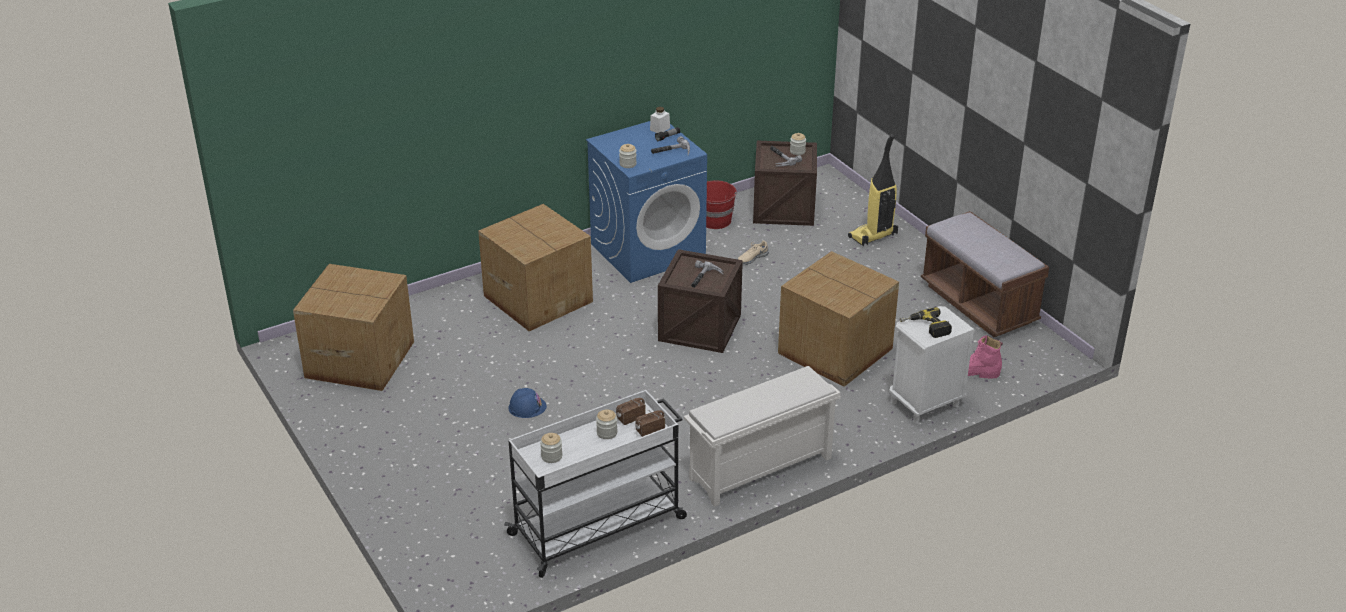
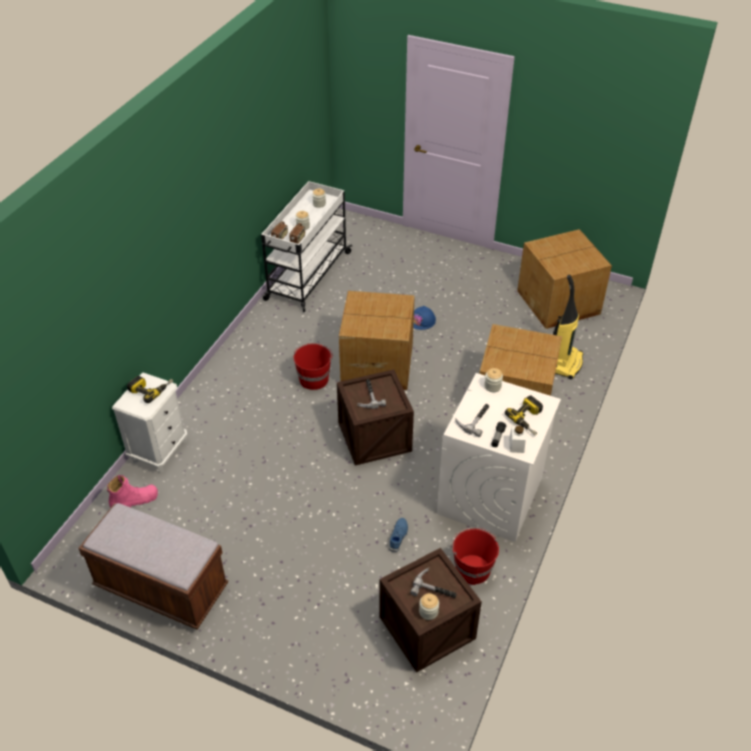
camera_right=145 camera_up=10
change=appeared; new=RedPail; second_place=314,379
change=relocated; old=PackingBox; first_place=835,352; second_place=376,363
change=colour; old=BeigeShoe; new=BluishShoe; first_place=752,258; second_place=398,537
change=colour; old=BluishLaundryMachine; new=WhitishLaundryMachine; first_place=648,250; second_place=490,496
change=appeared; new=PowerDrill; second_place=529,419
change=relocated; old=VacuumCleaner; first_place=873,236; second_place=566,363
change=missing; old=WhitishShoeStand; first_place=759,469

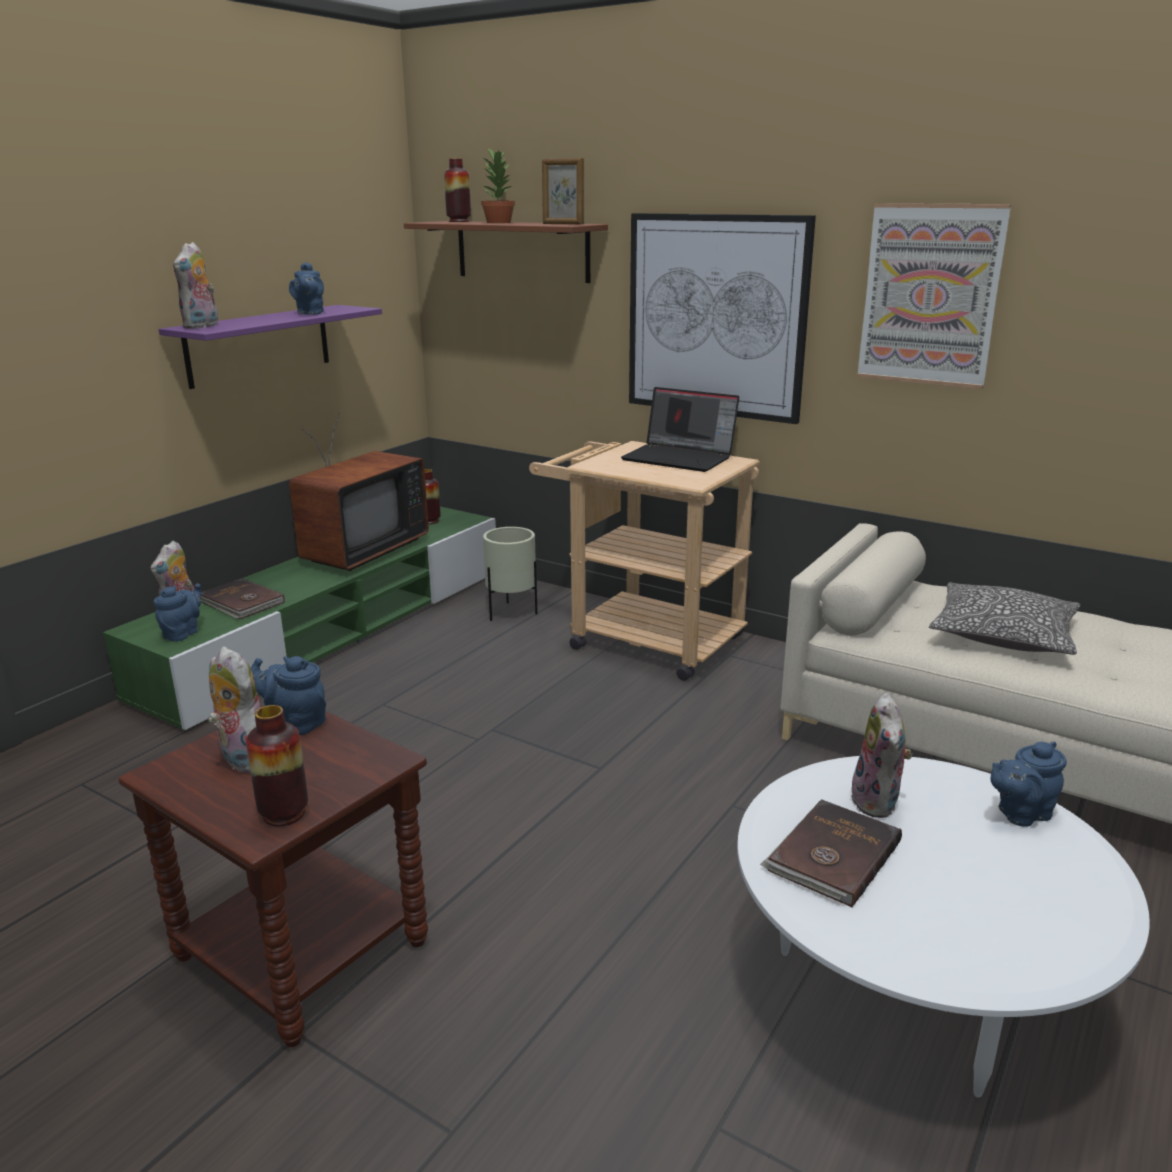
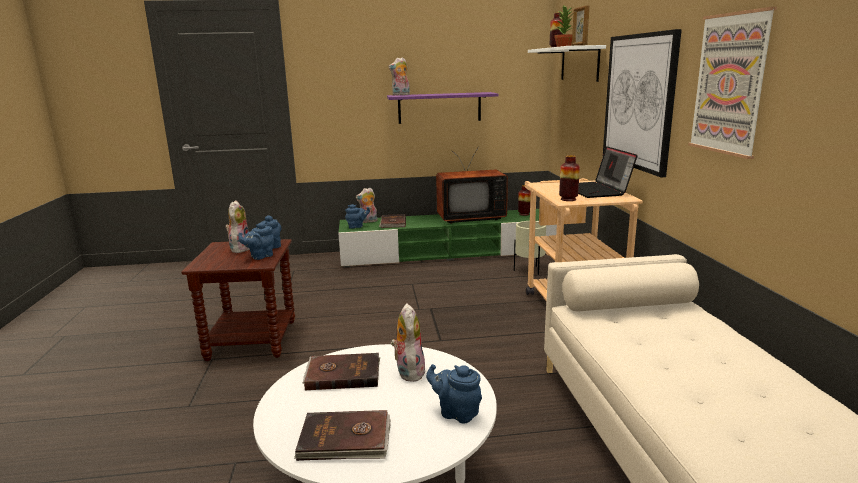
camera_right=50 camera_up=-5
change=relocated; old=BluishPotForTea; first_place=310,313; second_place=260,256
change=appeared; new=BrownishBoundBook; second_place=345,440
change=spun; old=SoftToy; first_place=878,803; second_place=408,371; degrees=120
change=colour; old=BrownishBracketShelf; new=WhitishBracketShelf; first_place=522,251; second_place=579,64
change=relocated; old=DecorativeVase; first_place=284,814; second_place=568,199
change=missing; old=Cushion; first_place=1003,635

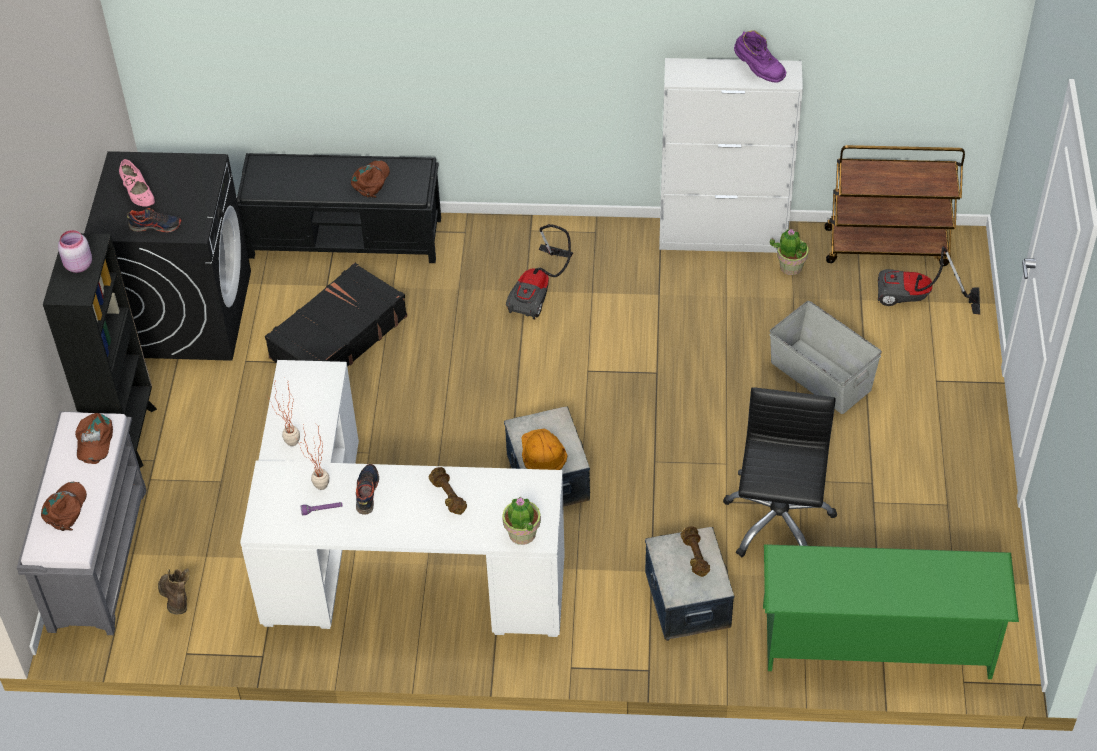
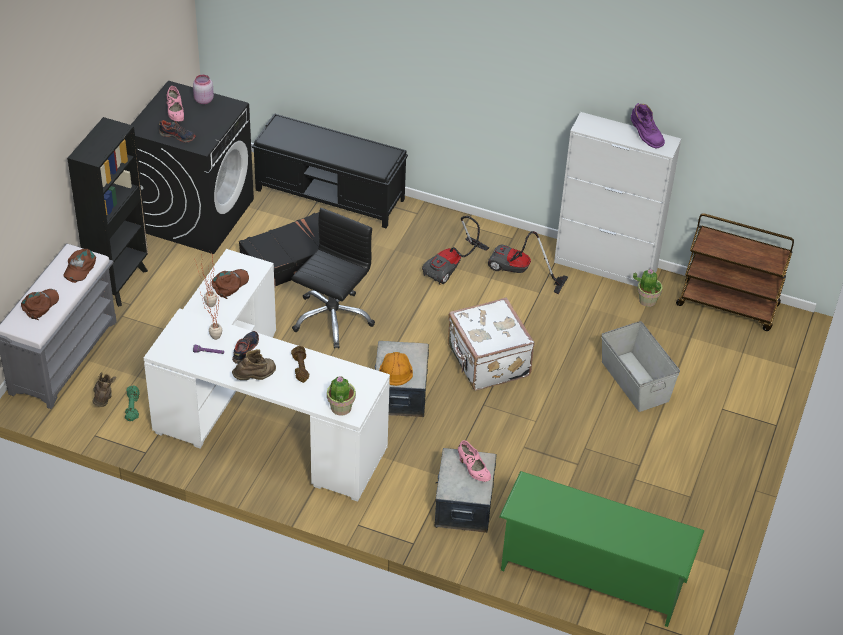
camera_right=15 camera_up=-5
change=appeared; new=GreenColouredFreeWeight; second_place=133,408
change=relocated; old=PinkJar; first_place=77,265; second_place=203,100
change=relocated; old=BrownishPeakedCap; first_place=371,180; second_place=230,284
change=appeared; new=BrownishBoot; second_place=255,378
change=relocated; old=BlackishDeskChair; first_place=777,521; second_place=332,318
change=appeared; new=WhitishPieceOfLuggage; second_place=487,362
change=exchanged; old=BrownishFreeWeight; new=PinkShoe; first_place=694,556; second_place=473,470
change=relocated; old=VacuumCleaner; first_place=918,300; second_place=519,273

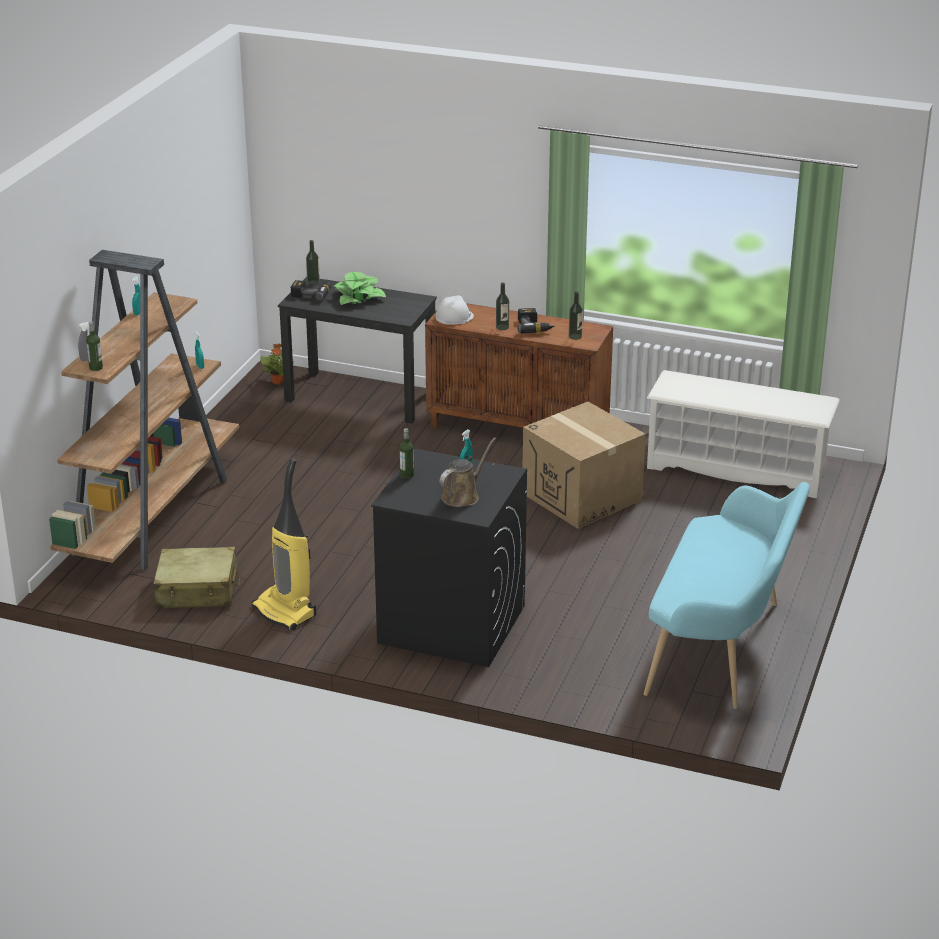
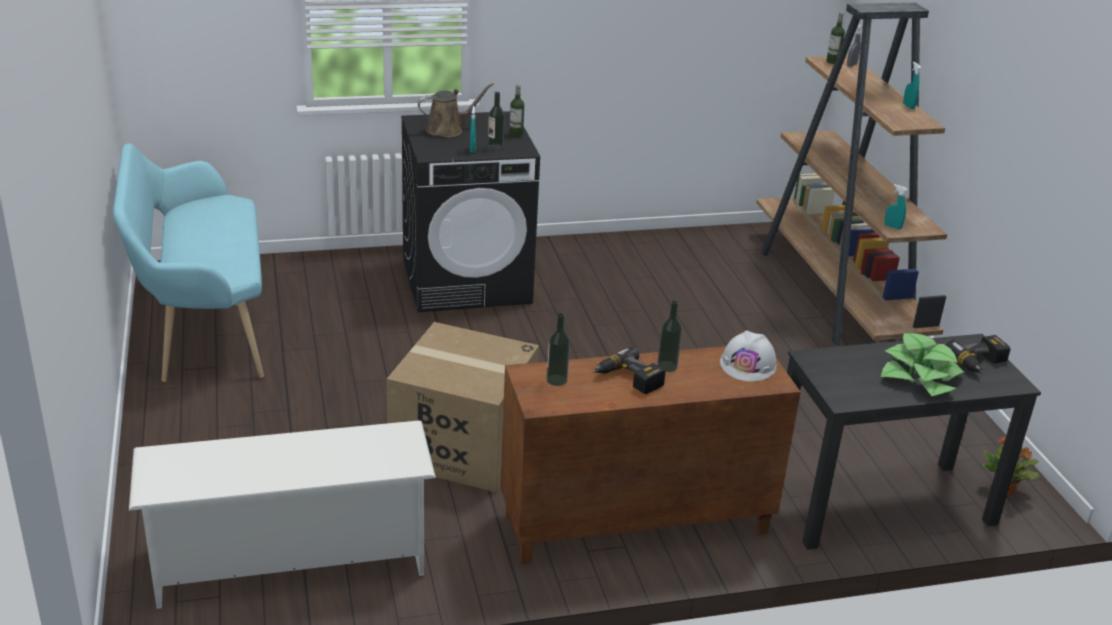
camera_right=145 camera_up=0
change=spun; old=BrownishWateringPot; first_place=463,496; second_place=448,130; degrees=-120
change=relocated; old=DrinkBottle; first_place=313,283; second_place=495,147
change=missing; old=BeigePieceOfLuggage; first_place=198,591
change=missing; old=VacuumCleaner; first_place=285,611

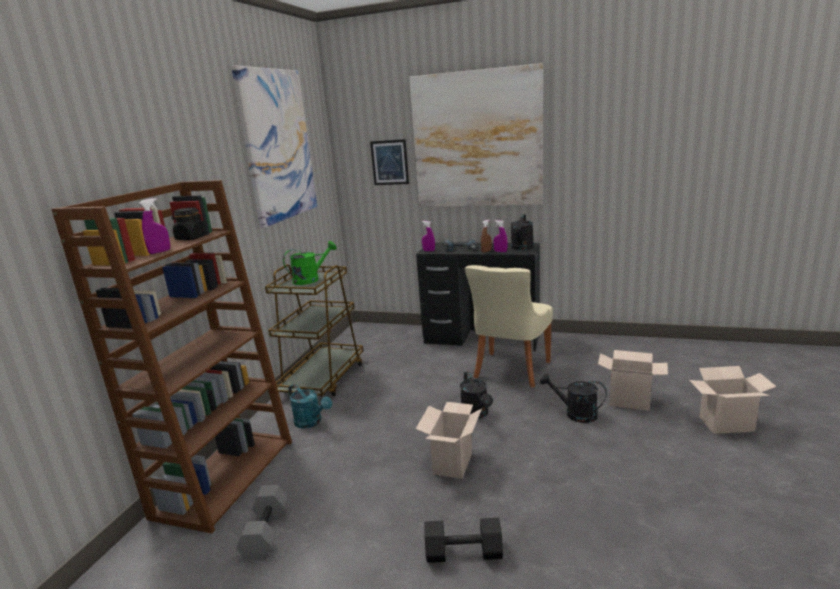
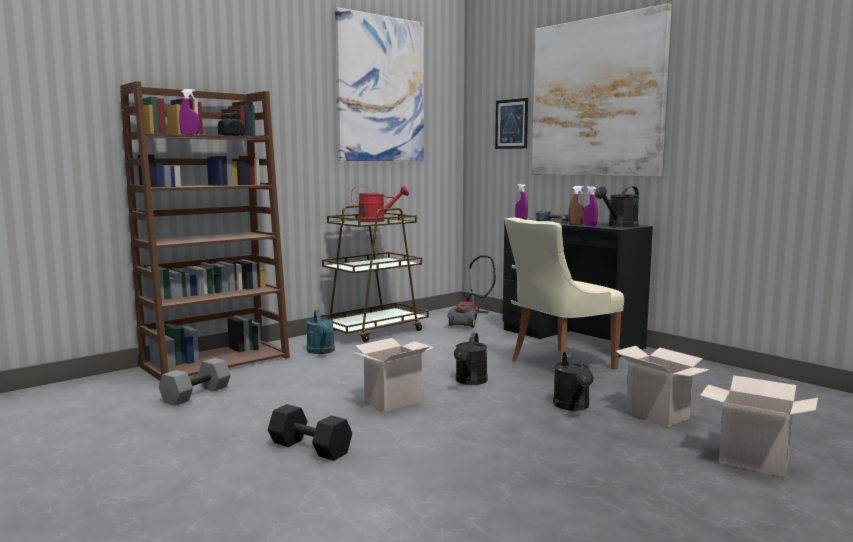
camera_right=30 camera_up=-10
change=colour; old=GreenColouredWateringPot; new=RedWateringPot; first_place=311,279; second_place=377,221
change=appeared; new=VacuumCleaner; second_place=470,321
change=spun; old=BlackishWateringPot; first_place=575,414; second_place=573,406; degrees=-150

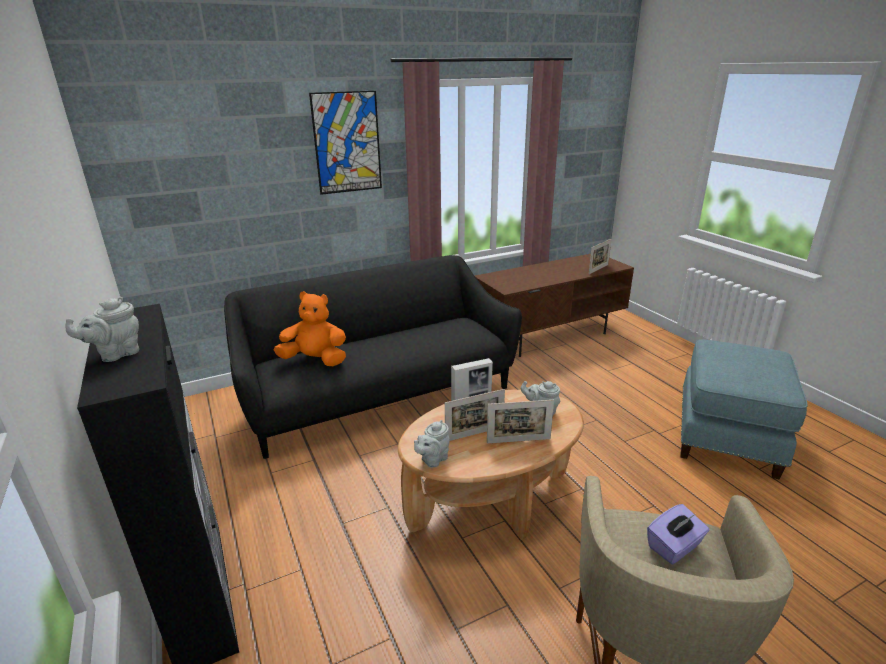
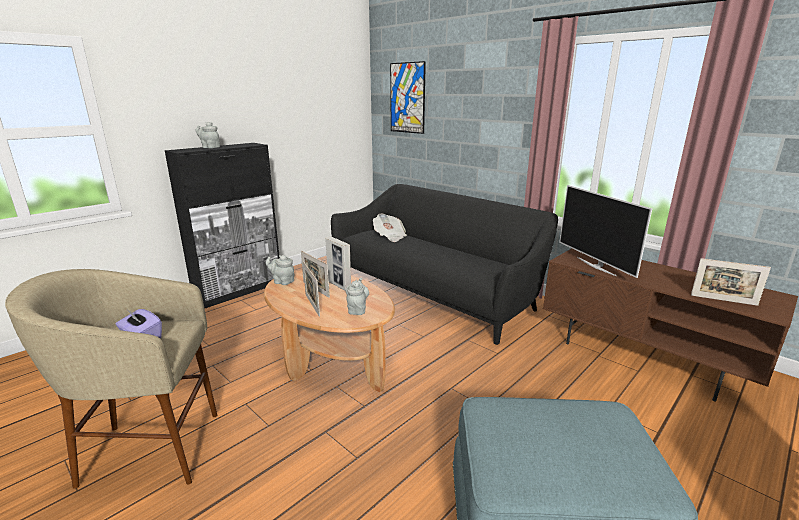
camera_right=70 camera_up=-5
change=exchanged; old=OrangeSoftToy; new=PrintedPaper; first_place=315,360; second_place=389,236
change=relocated; old=WallPicture; first_place=347,143; second_place=407,98
change=appeared; new=Tv; second_place=596,266

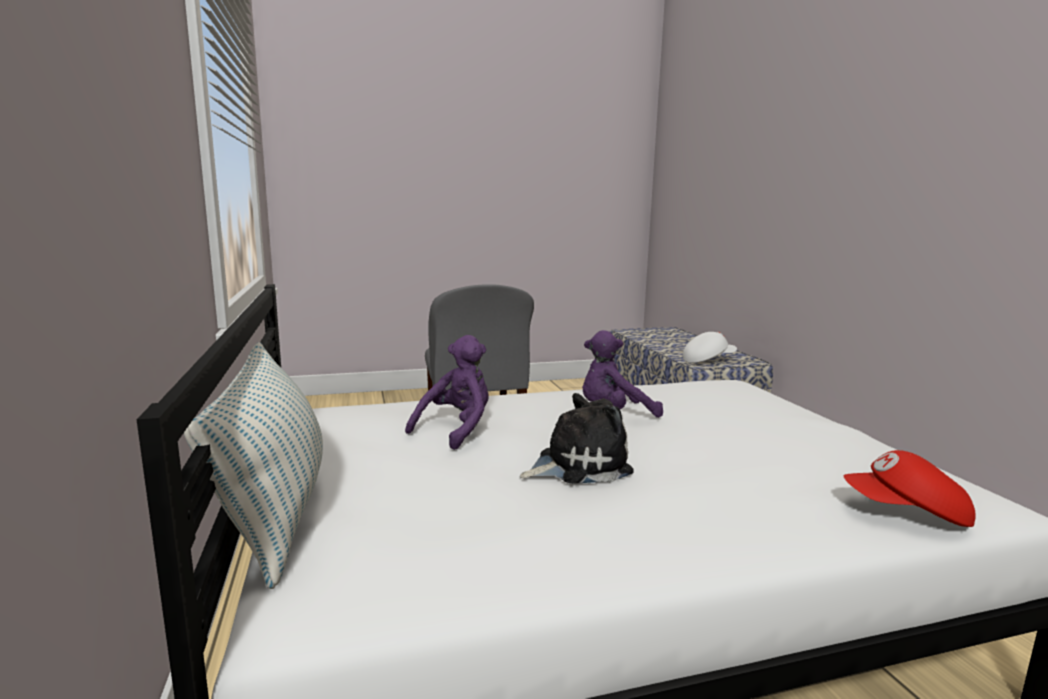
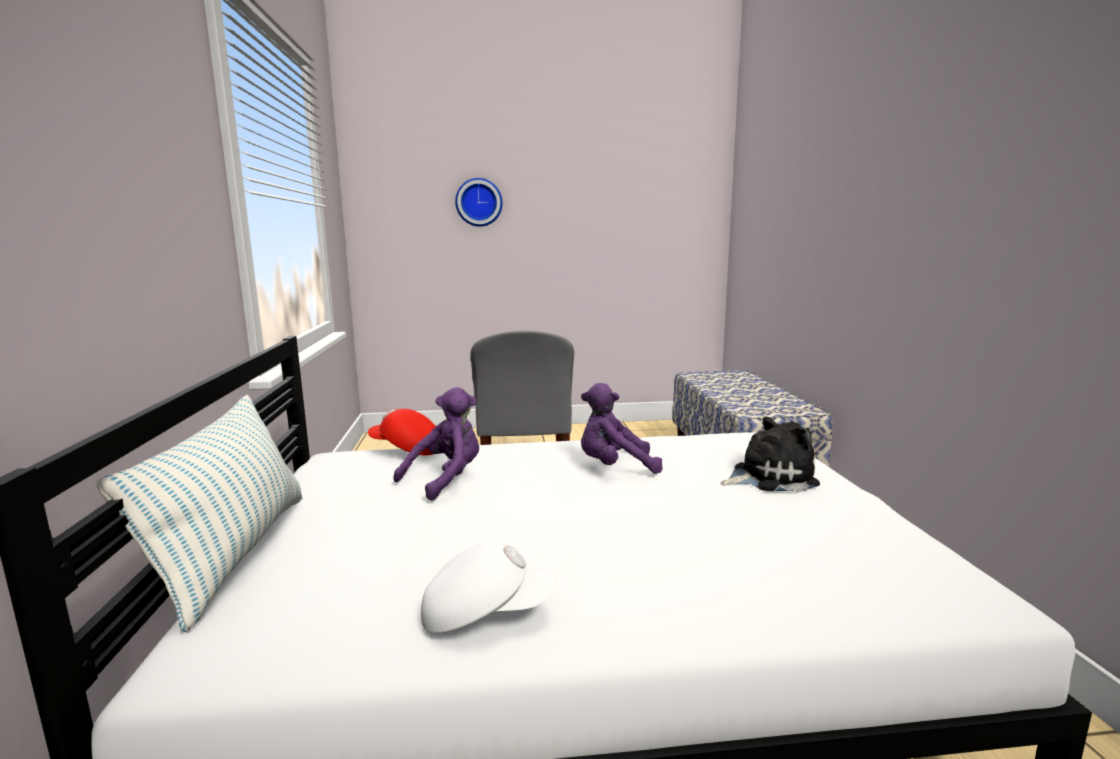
camera_right=10 camera_up=0
change=relocated; old=RedPeakedCap; first_place=907,514; second_place=406,449
change=relocated; old=WhitishPeakedCap; first_place=707,360; second_place=485,613
change=appeared; new=HangingClock; second_place=479,202
change=relocated; old=SoftToy; first_place=578,465; second_place=769,477

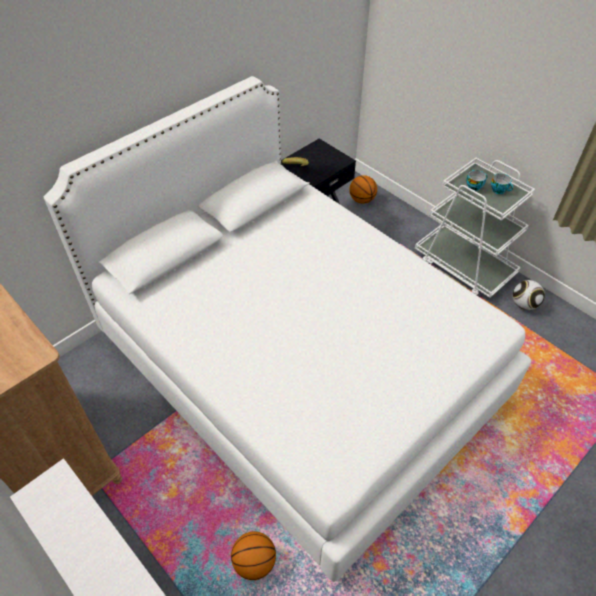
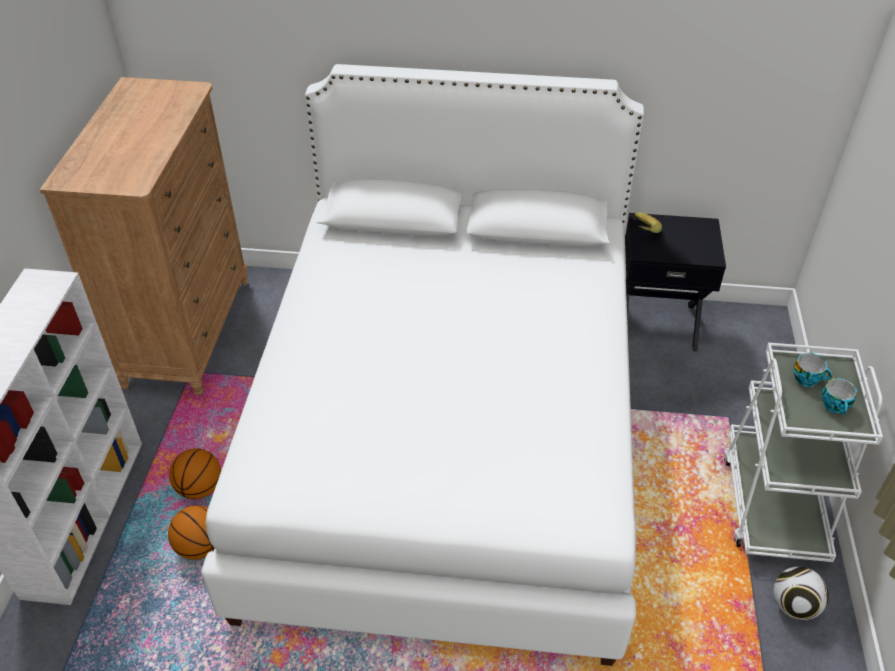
camera_right=50 camera_up=-5
change=relocated; old=BallForBasketball; first_place=362,200; second_place=199,488

